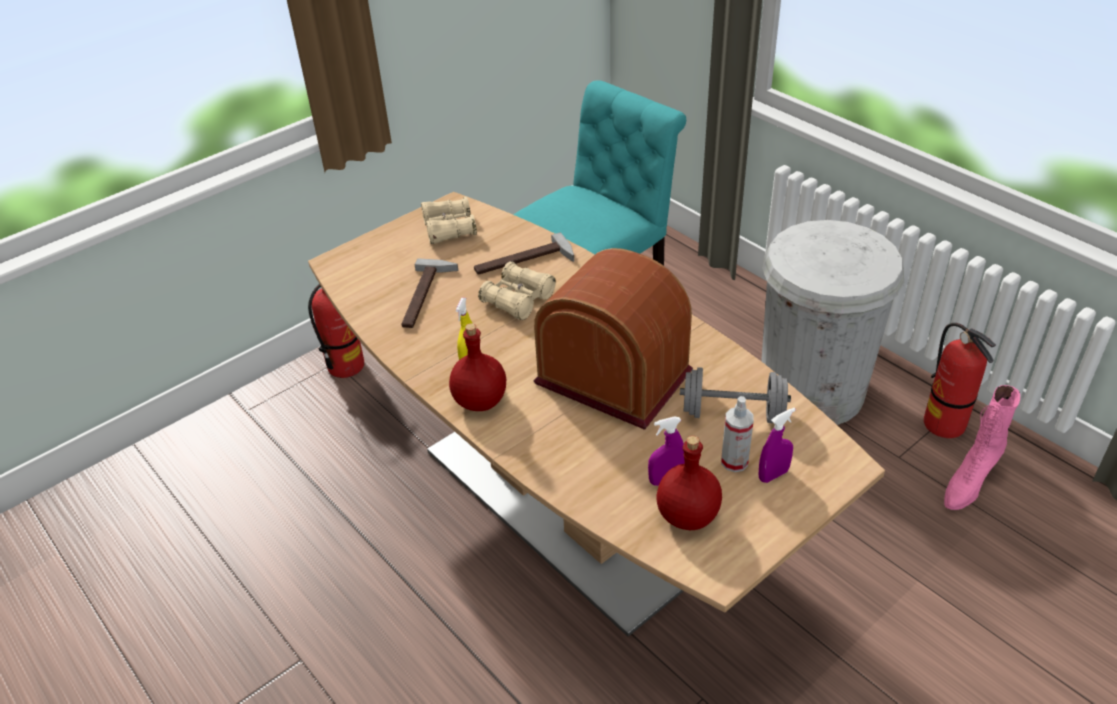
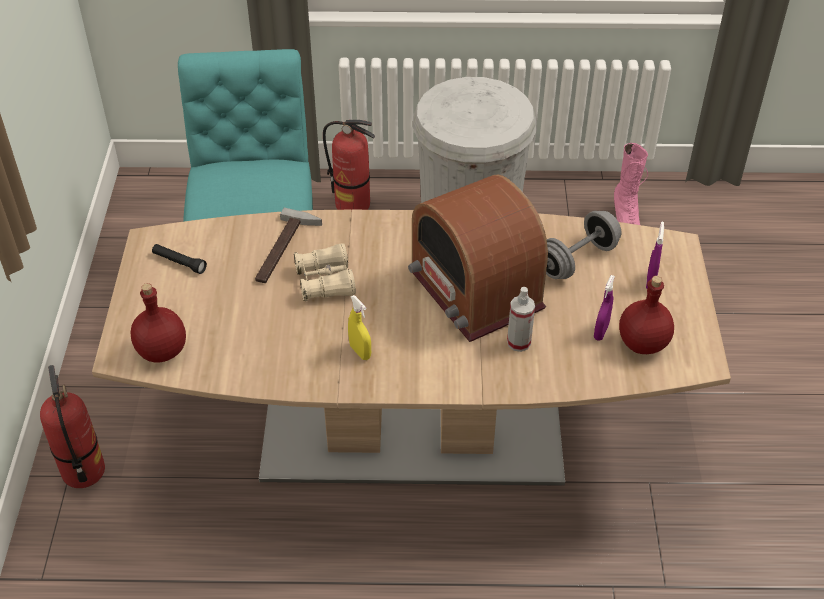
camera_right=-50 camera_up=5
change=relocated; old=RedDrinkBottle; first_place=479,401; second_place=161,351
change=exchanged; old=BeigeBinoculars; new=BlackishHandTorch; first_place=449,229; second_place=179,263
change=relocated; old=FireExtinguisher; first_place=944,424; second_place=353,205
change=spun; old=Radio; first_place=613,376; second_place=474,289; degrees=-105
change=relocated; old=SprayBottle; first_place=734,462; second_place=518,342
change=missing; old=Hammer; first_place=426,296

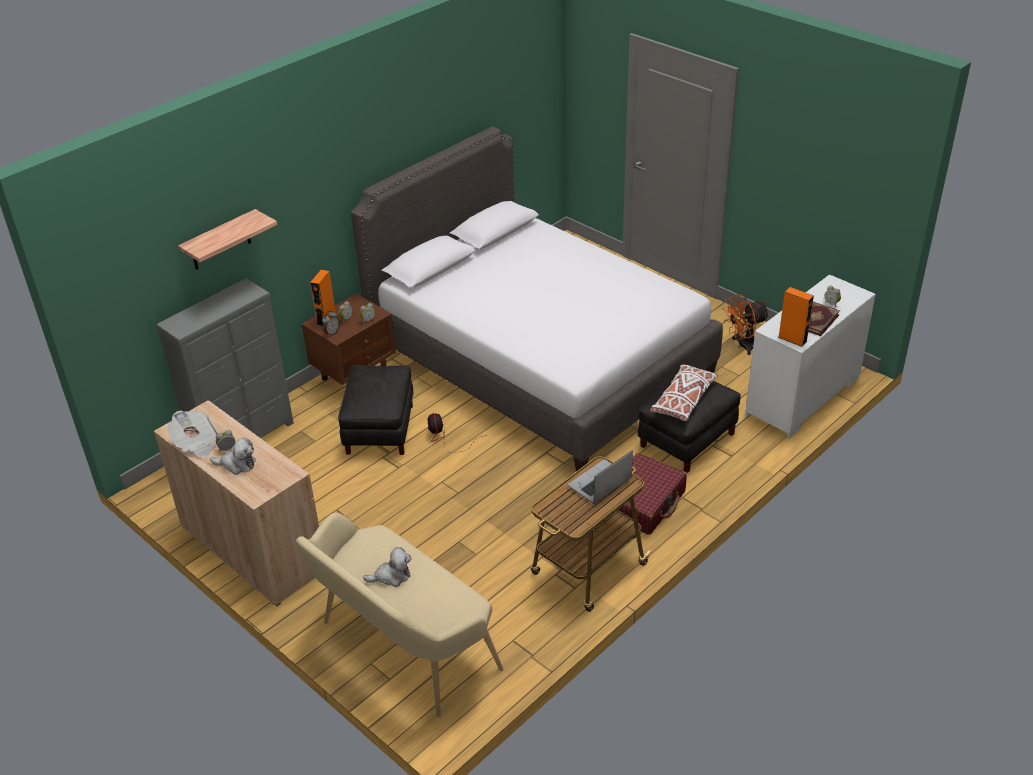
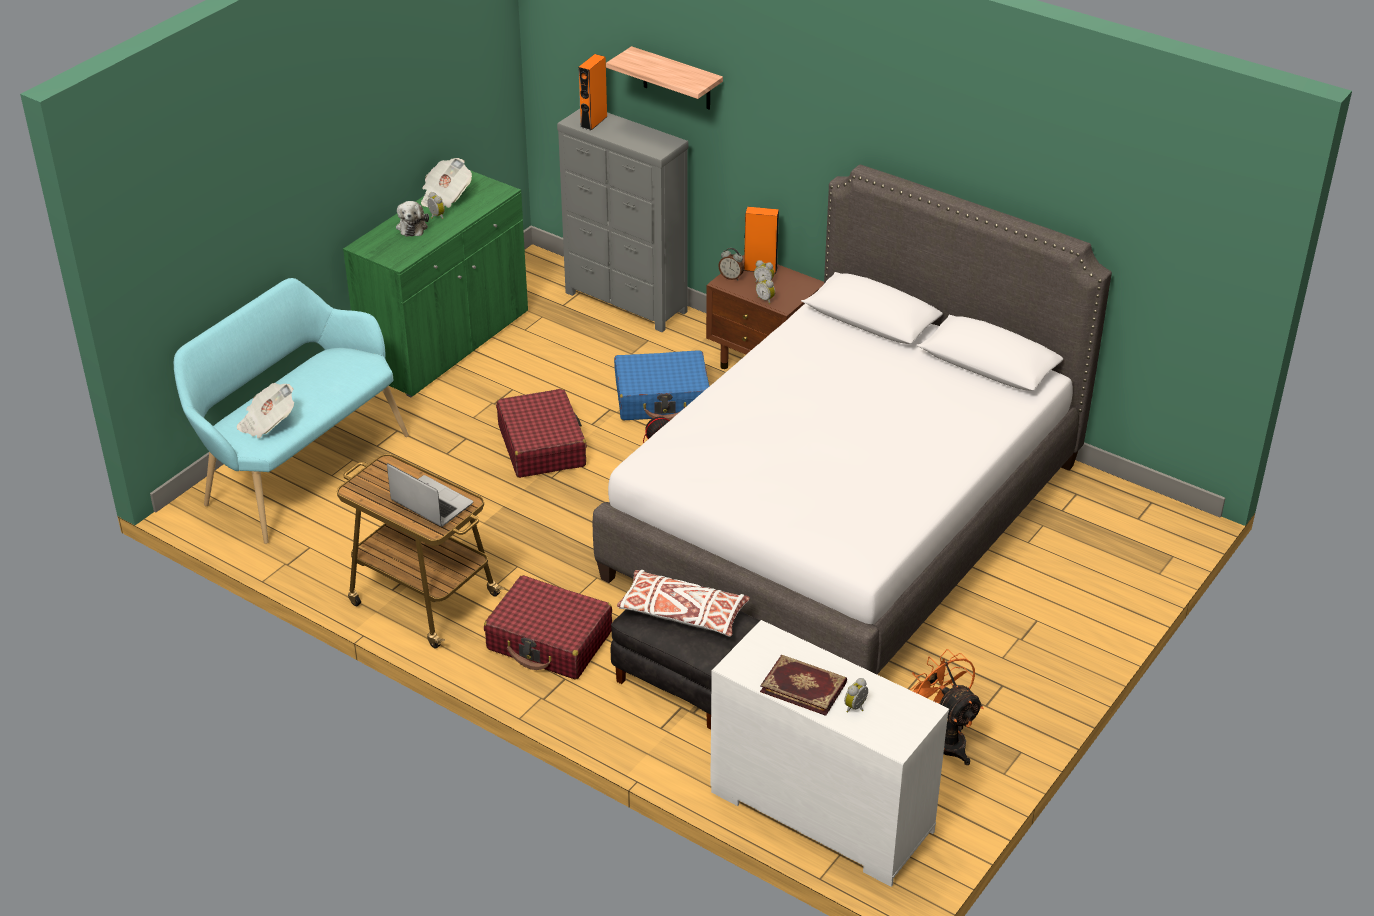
camera_right=80 camera_up=0
change=colour; old=BeigeLongSeat; new=TurquoiseLongSeat; first_place=402,649; second_place=299,468
change=appeared; new=PrintedPaper; second_place=267,423
change=colour; old=BeigeStorageCabinet; new=GreenColouredStorageCabinet; first_place=253,548; second_place=445,343
change=appeared; new=RedPieceOfLuggage; second_place=542,445
change=relocated; old=OrangeAudioSpeaker; first_place=792,339; second_place=593,122
change=exchanged; old=BlackishPouffe; new=BluishPieceOfLuggage; first_place=379,429; second_place=662,399
change=missing; old=SoftToy; first_place=391,576

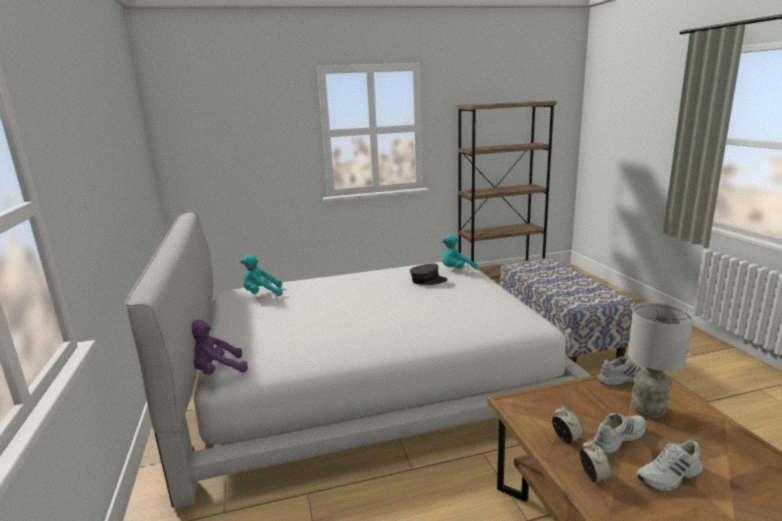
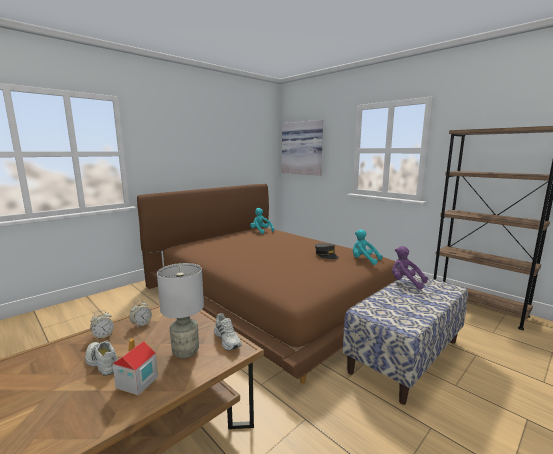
camera_right=60 camera_up=-5
change=appeared; new=ToyHouse; second_place=137,382
change=colour; old=WhitishBedroomBed; new=BrownishBedroomBed; first_place=366,373; second_place=270,294
change=appeared; new=WallPicture; second_place=303,148
change=relocated; old=PurpleColouredSoftToy; first_place=217,371; second_place=405,282
change=missing; old=WhitishShoe; first_place=617,438

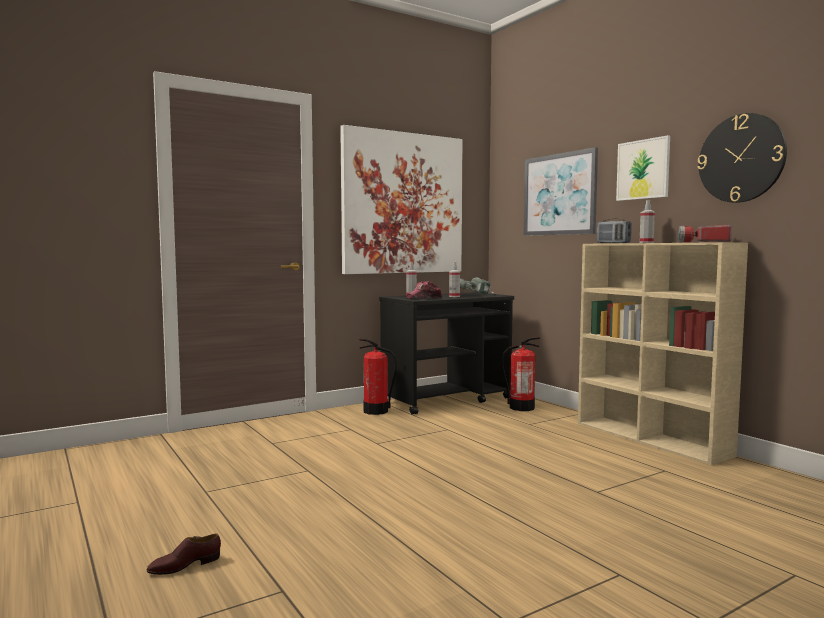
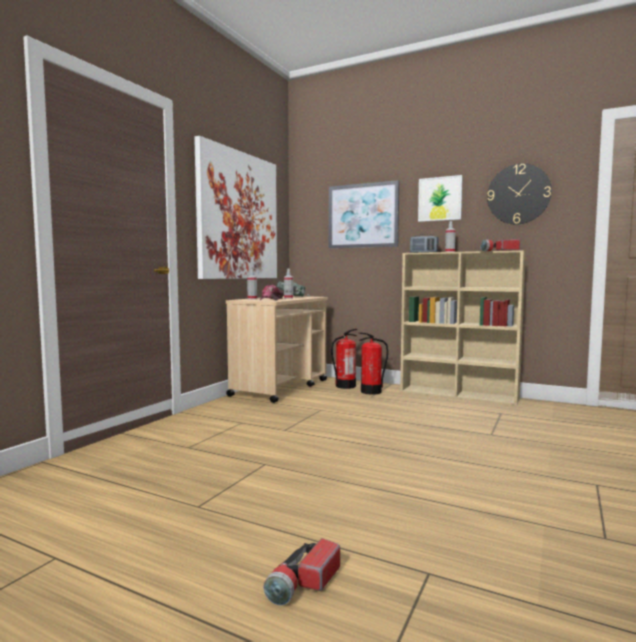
camera_right=-30 camera_up=0
change=colour; old=BlackishCart; new=BeigeCart; first_place=447,399; second_place=280,387
change=exchanged; old=BrownishShoe; new=HandTorch; first_place=184,565; second_place=303,583
change=relocated; old=FireExtinguisher; first_place=376,411; second_place=371,391

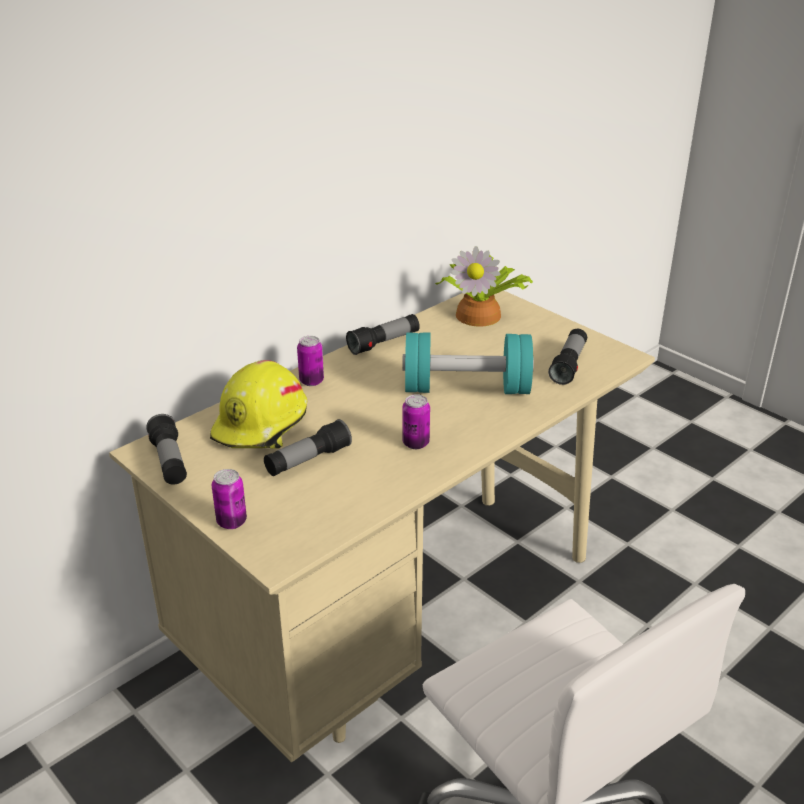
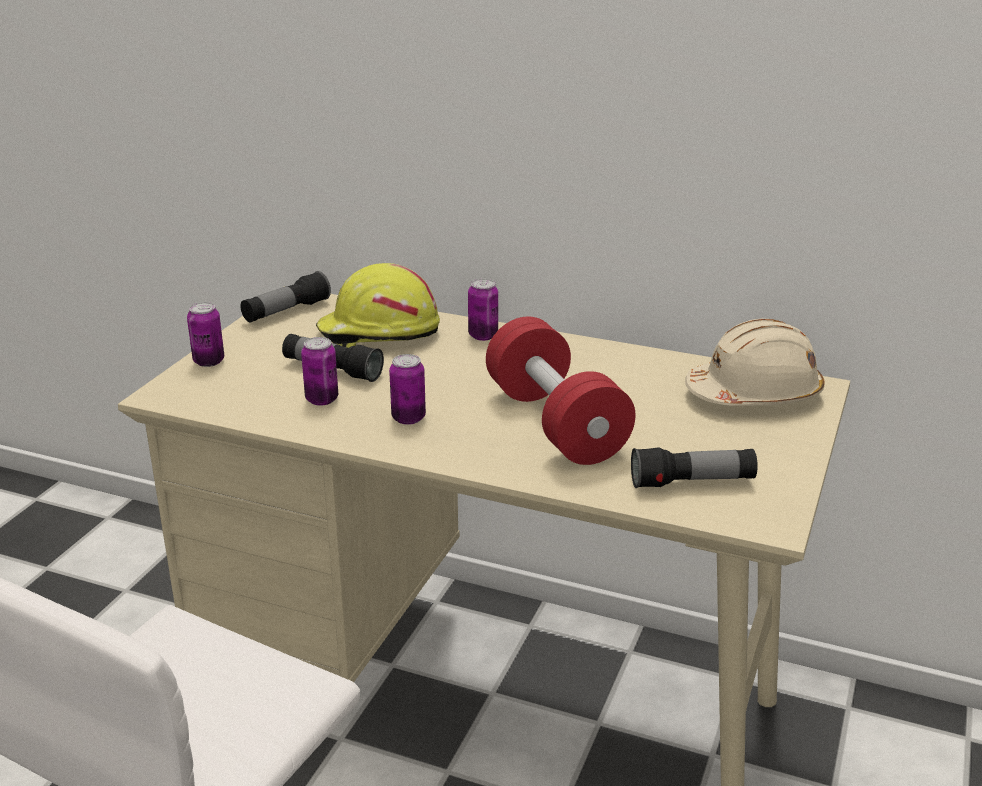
camera_right=65 camera_up=-5
change=appeared; new=MetalCan; second_place=322,399
change=colour; old=TurquoiseFreeWeight; new=RedFreeWeight; first_place=466,388; second_place=555,423
change=exchanged; old=PottedPlant; new=BeigeWorkHelmet; first_place=480,314; second_place=754,394
change=missing; old=HandTorch; first_place=384,343

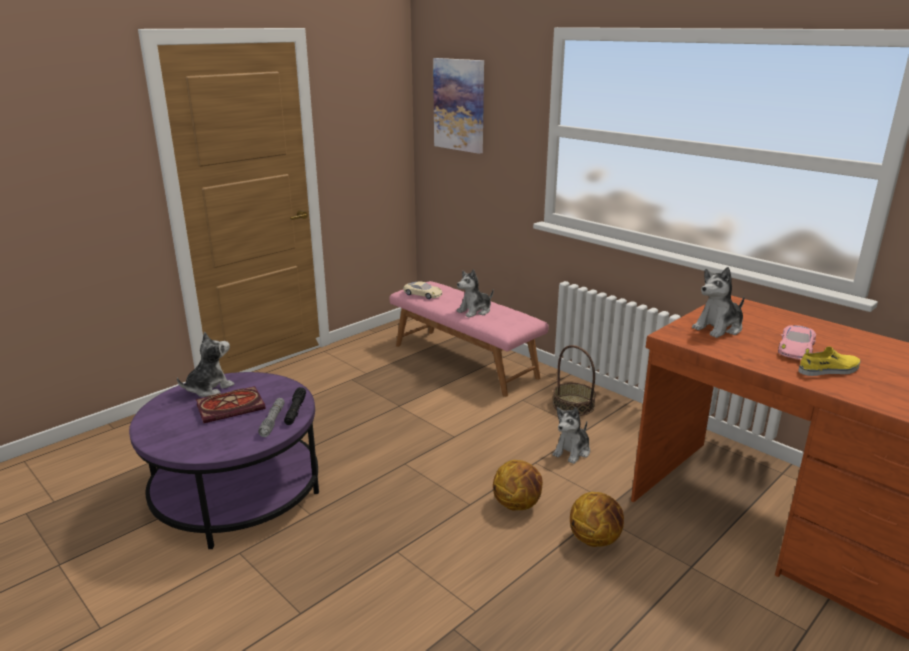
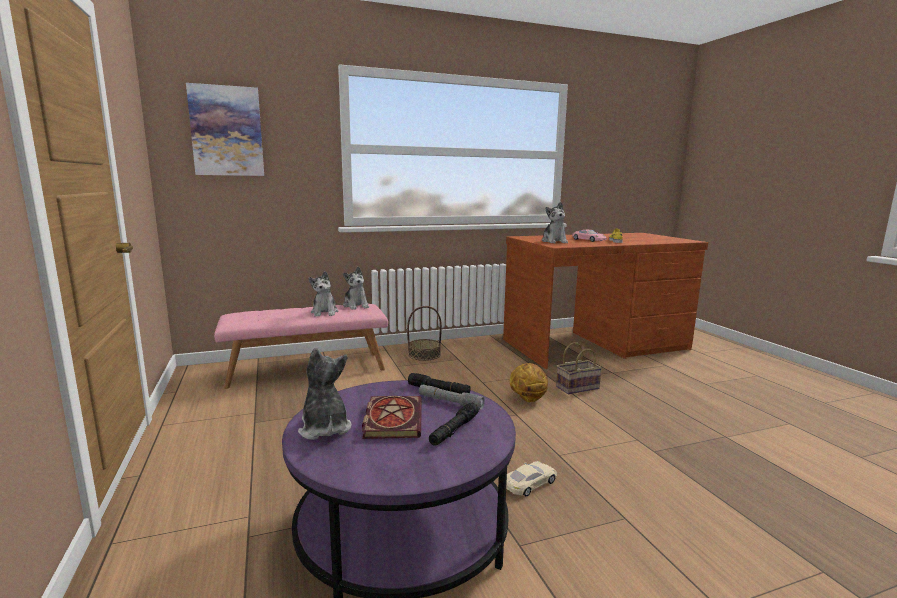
camera_right=-65 camera_up=-10
change=relocated; old=SoftToy; first_place=572,451; second_place=356,306
change=appeared; new=BlackishHandTorch; second_place=454,430
change=relocated; old=BeigeToyCar; first_place=422,294; second_place=529,483
change=exchanged; old=BallForBasketball; new=Basket; first_place=595,539; second_place=577,387

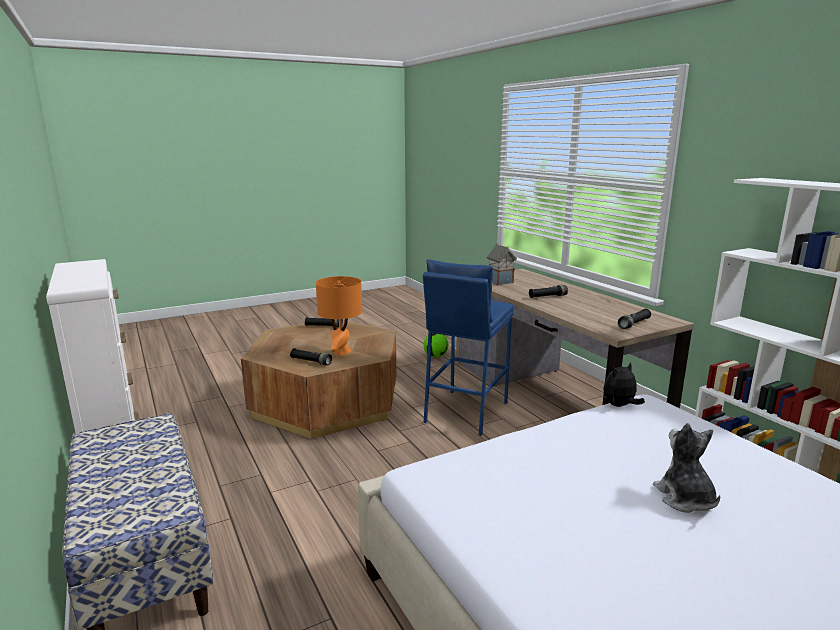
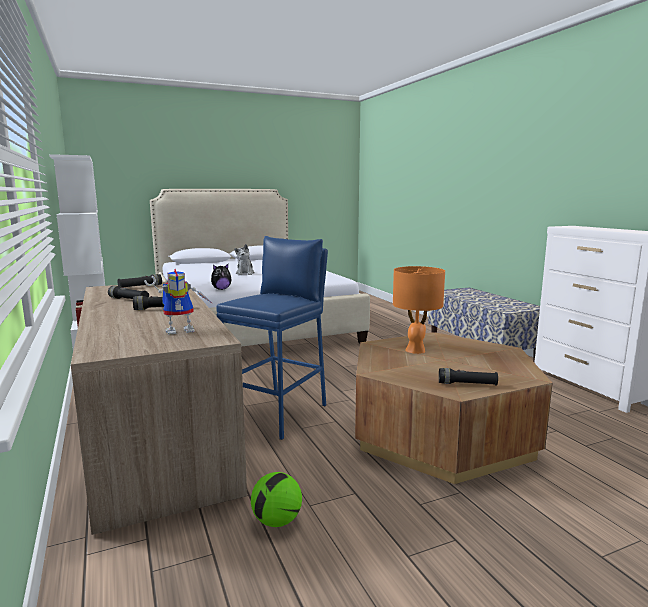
camera_right=-175 camera_up=-5
change=relocated; old=BlackishHandTorch; first_place=311,362; second_place=128,300
change=exchanged; old=ToyHouse; new=ToyRobot; first_place=500,282; second_place=182,330

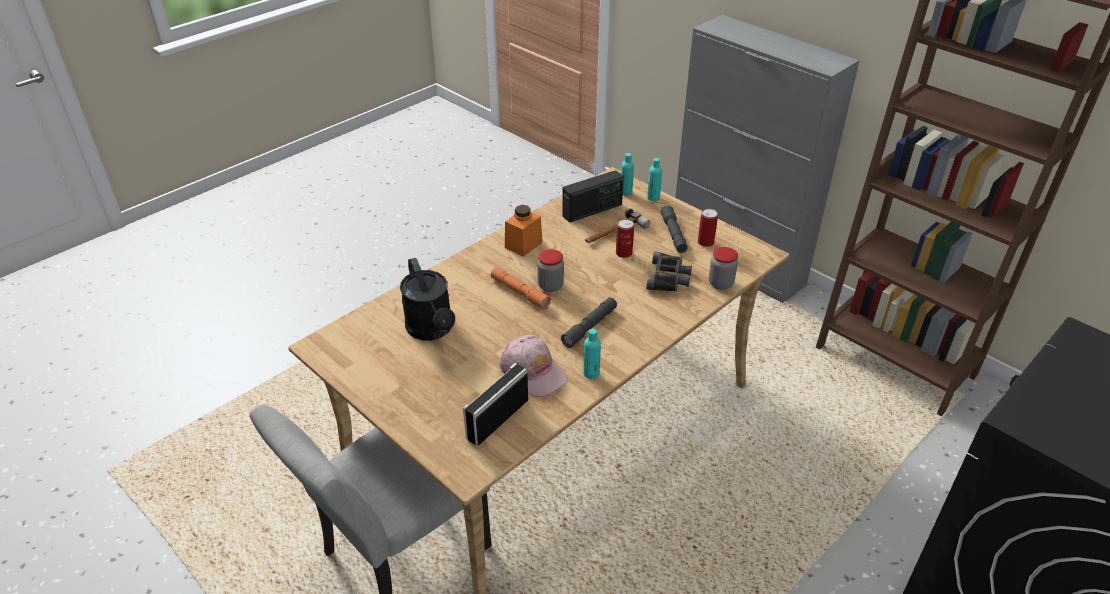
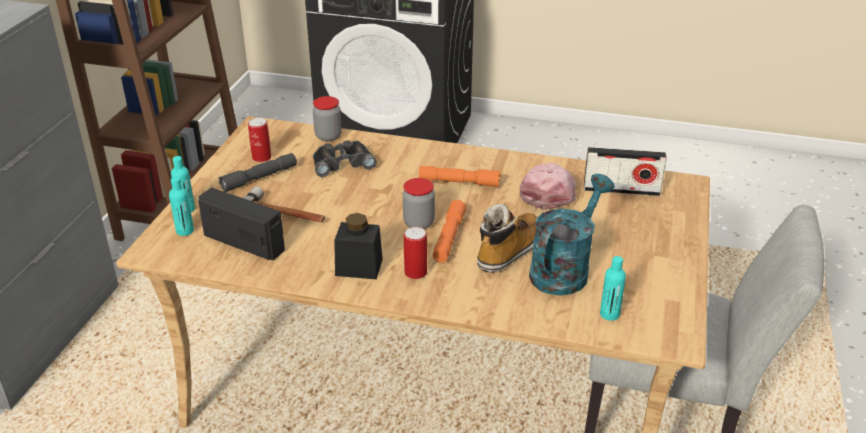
camera_right=-120 camera_up=-5
change=colour; old=OrangeJar; new=BlackishJar; first_place=523,245; second_place=359,267
change=relocated; old=MetalCan; first_place=623,253; second_place=415,272
change=colour; old=GreyHandTorch; new=OrangeHandTorch; first_place=589,327; second_place=459,182
change=appeared; new=Boot; second_place=509,251
change=colour; old=BlackishWateringPot; new=TurquoiseWateringPot; first_place=432,330; second_place=564,269
change=relocated; old=TurquoiseDrinkBottle; first_place=591,373; second_place=609,314

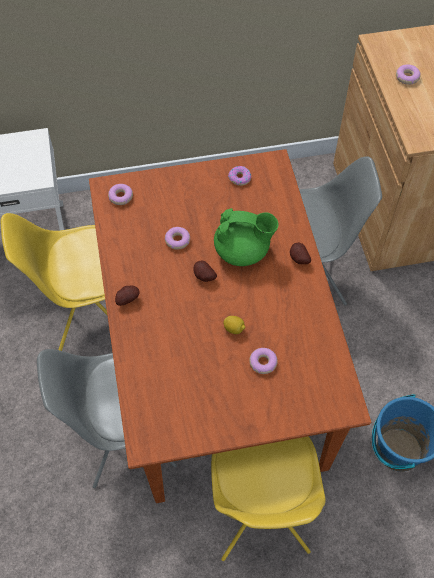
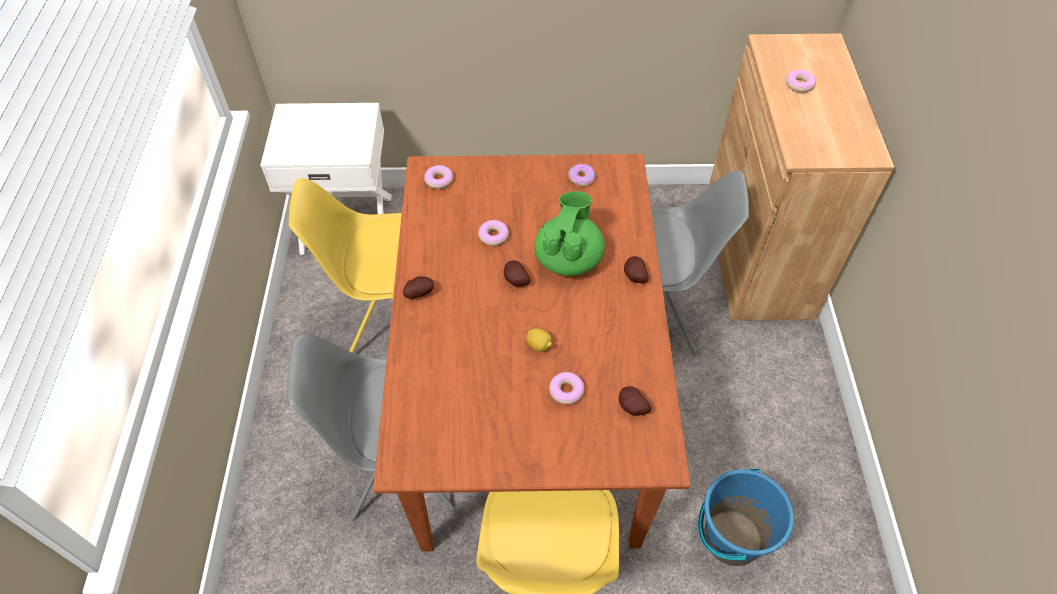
camera_right=10 camera_up=-5
change=spun; old=GreenColouredPotForTea; first_place=243,251; second_place=568,258; degrees=-90
change=appeared; new=WholePotato; second_place=631,408

